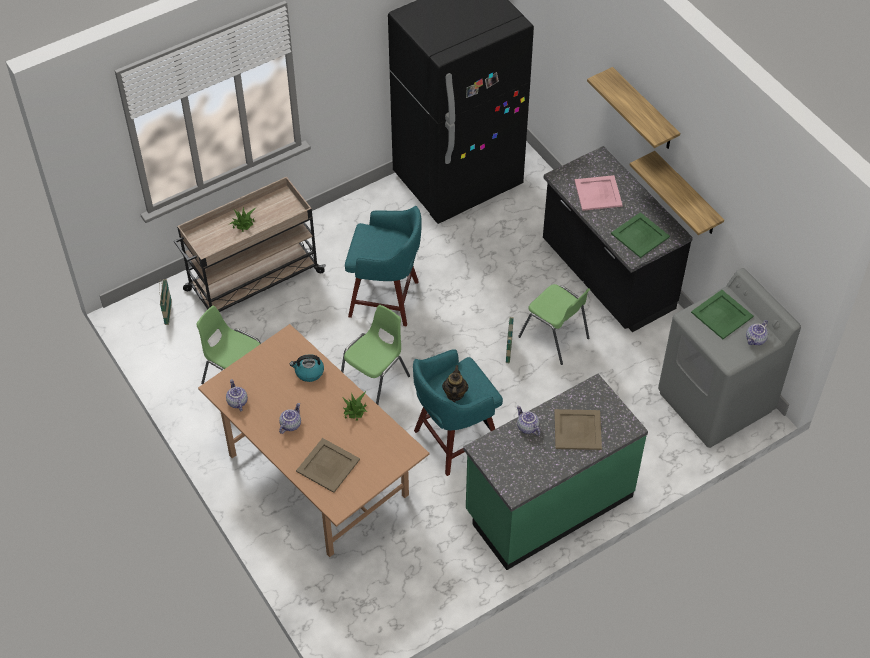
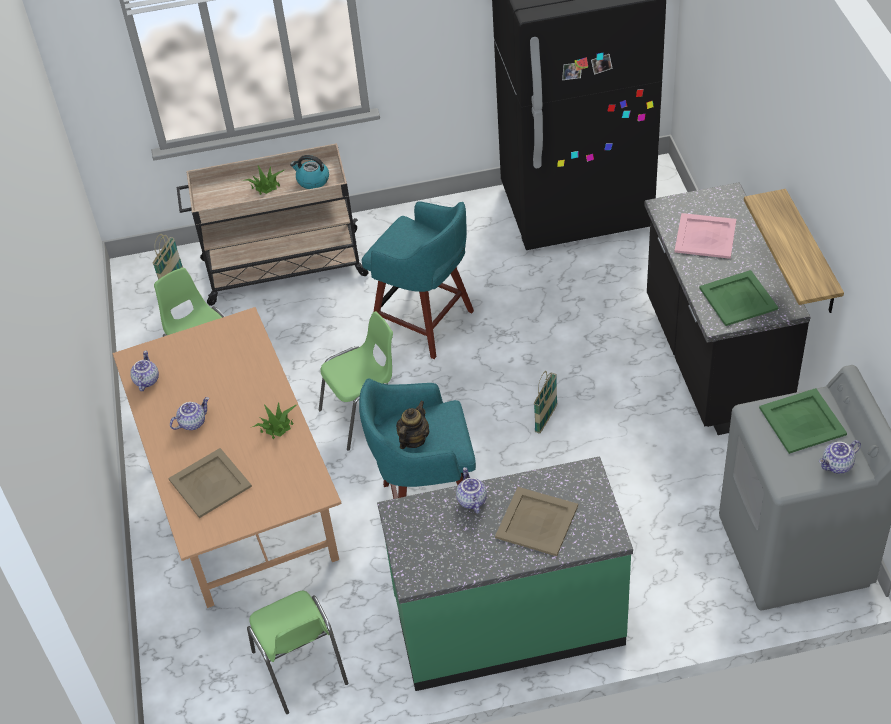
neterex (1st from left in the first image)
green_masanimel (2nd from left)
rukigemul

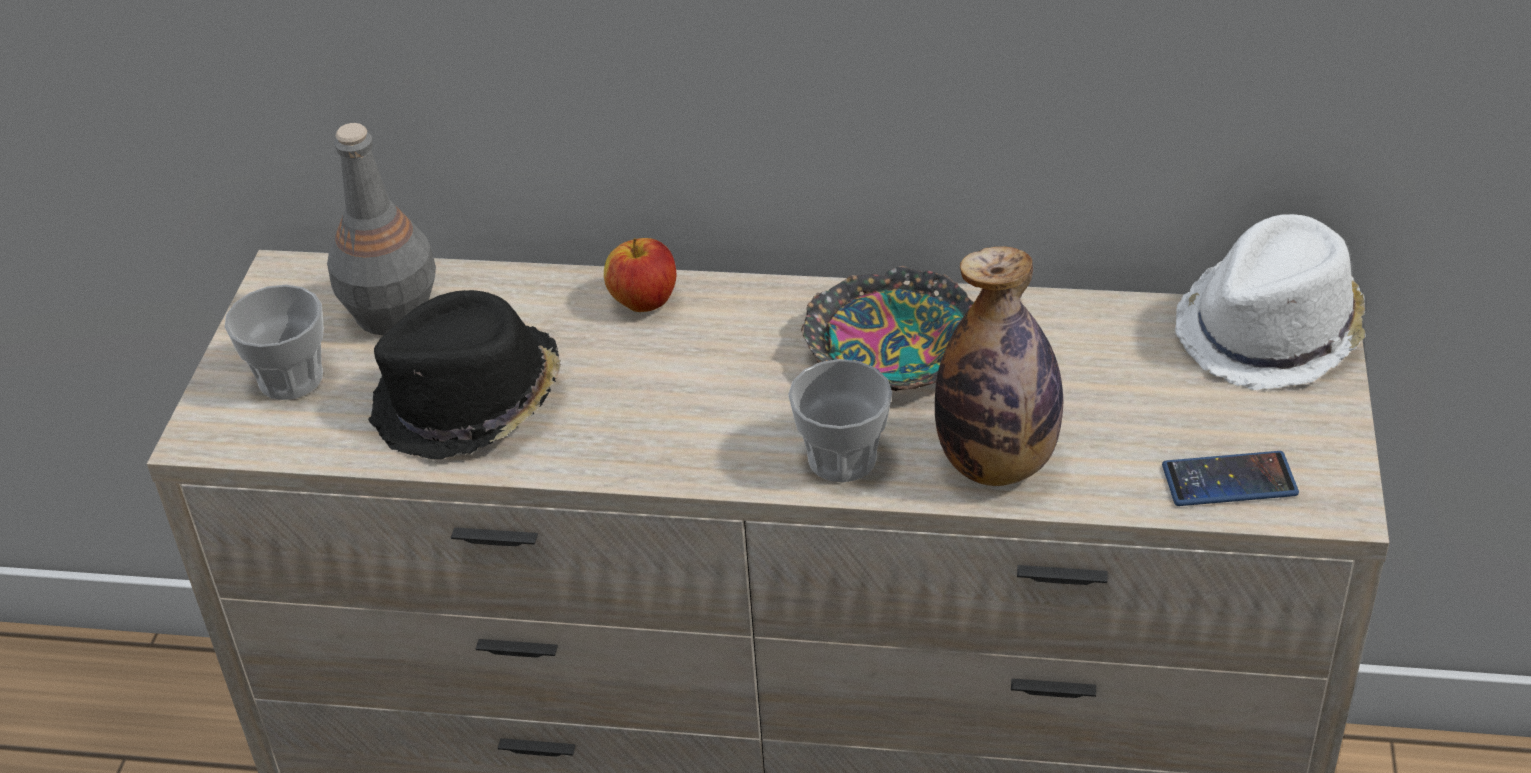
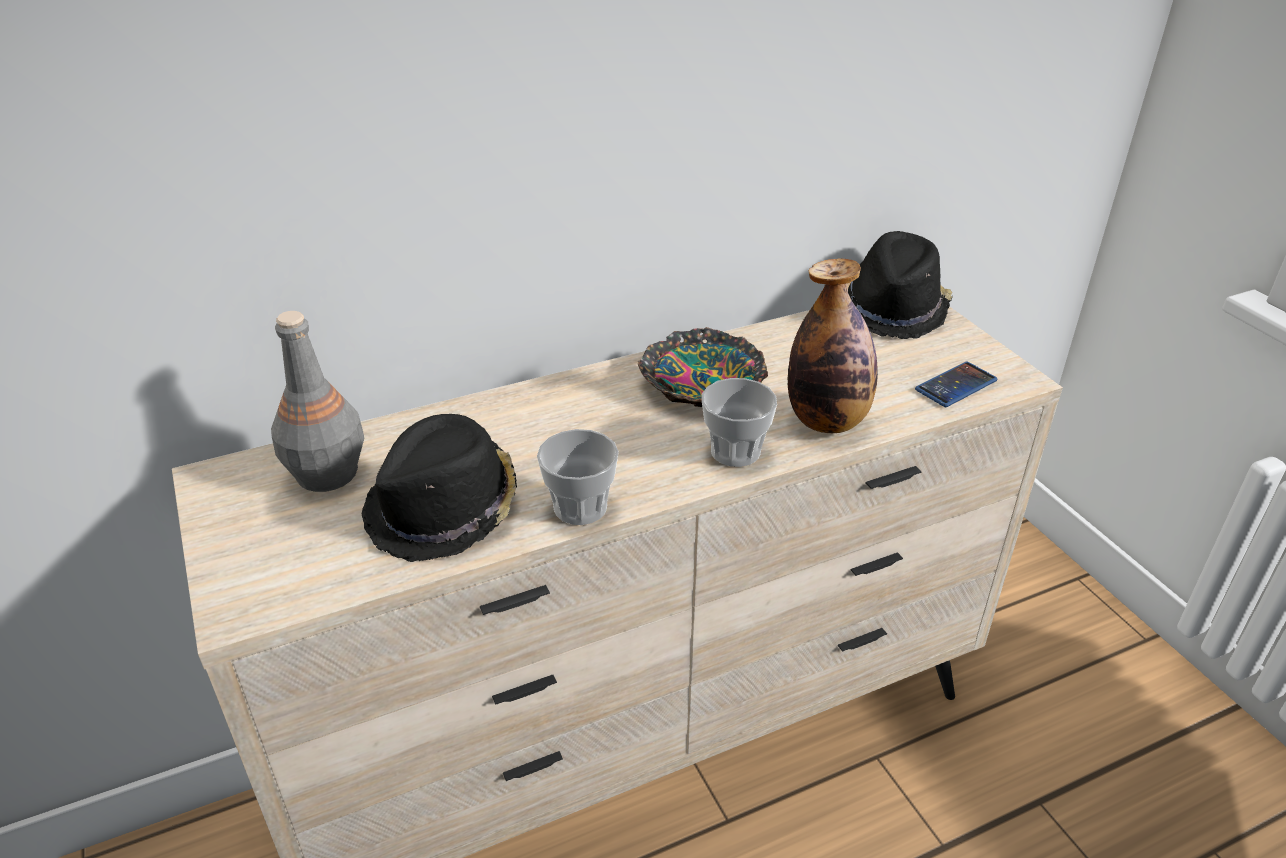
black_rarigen (2nd from left)
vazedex
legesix (1st from left)

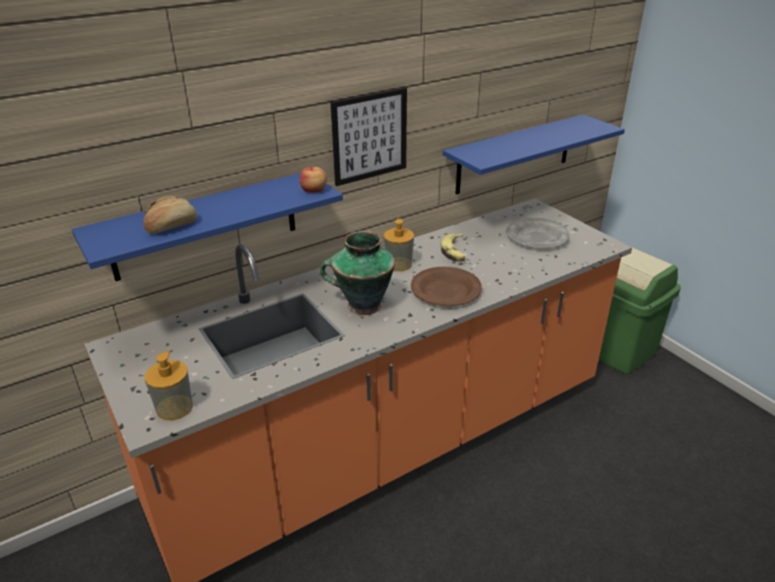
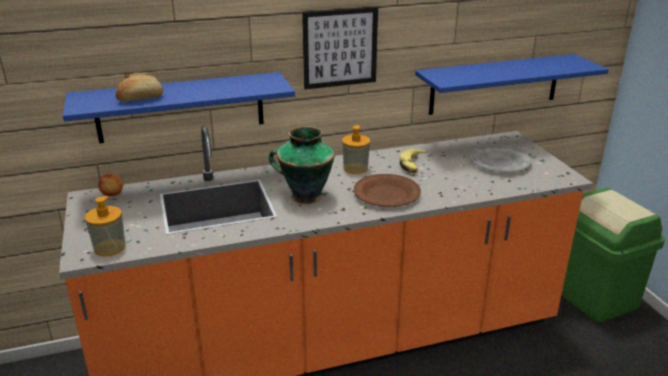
vazedex

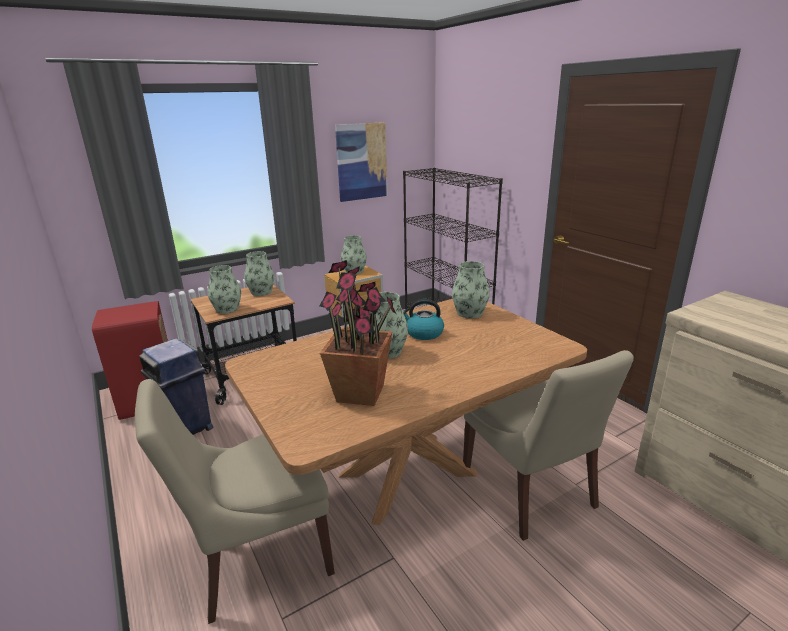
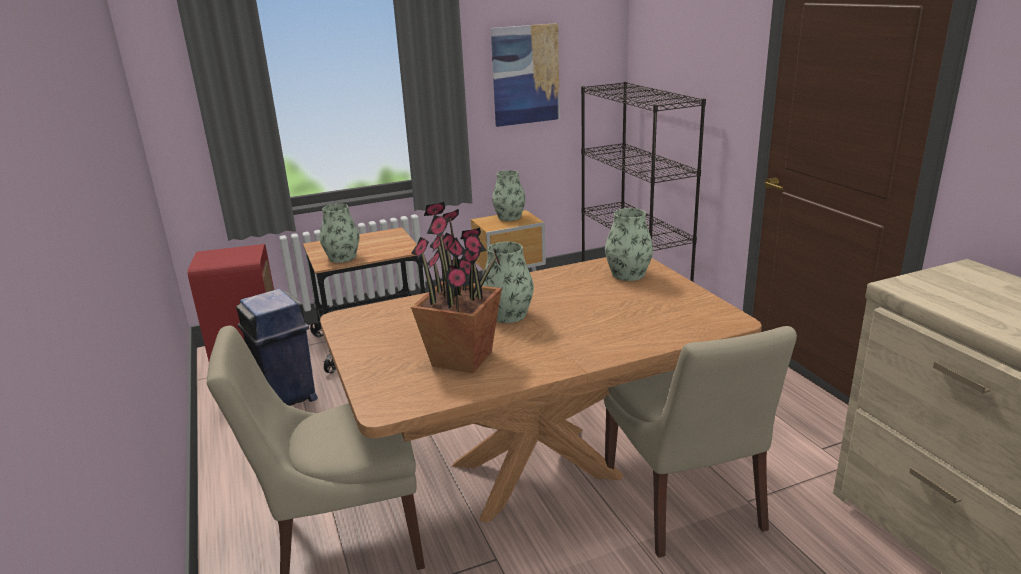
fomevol (2nd from left in the first image)
rukigemul

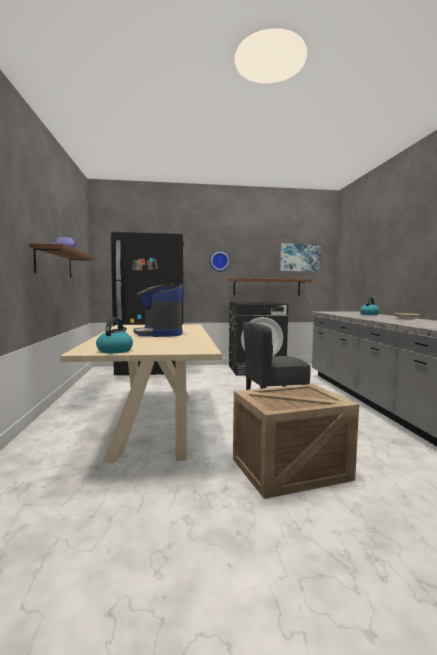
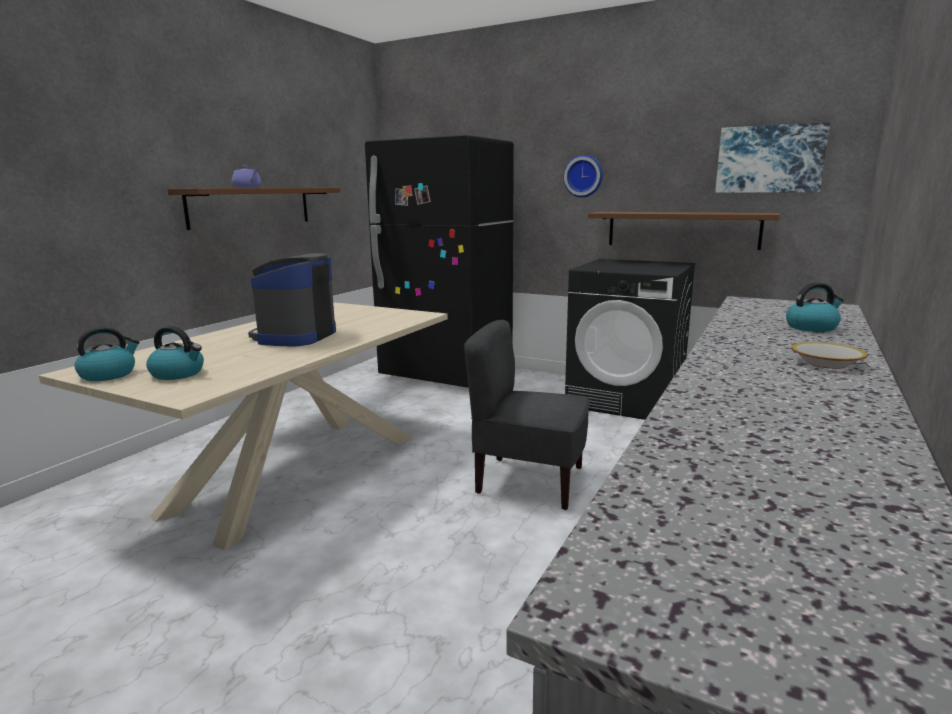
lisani
rukigemul (2nd from left)

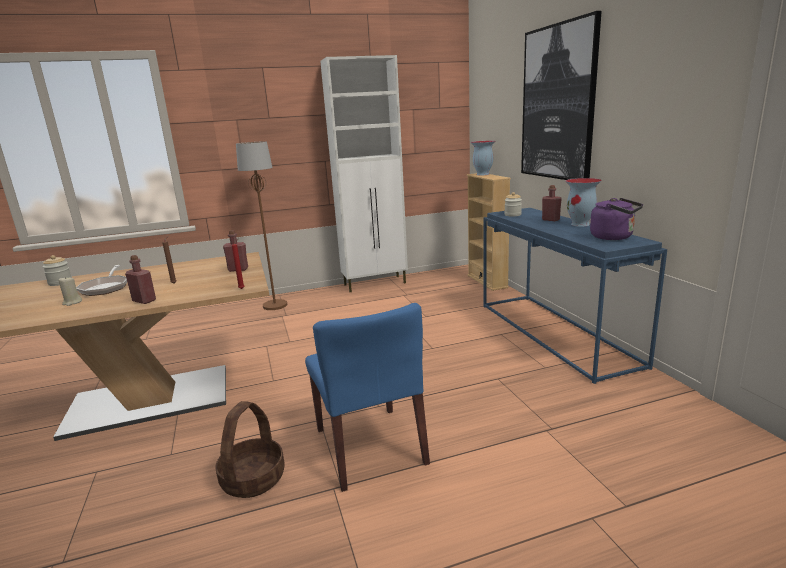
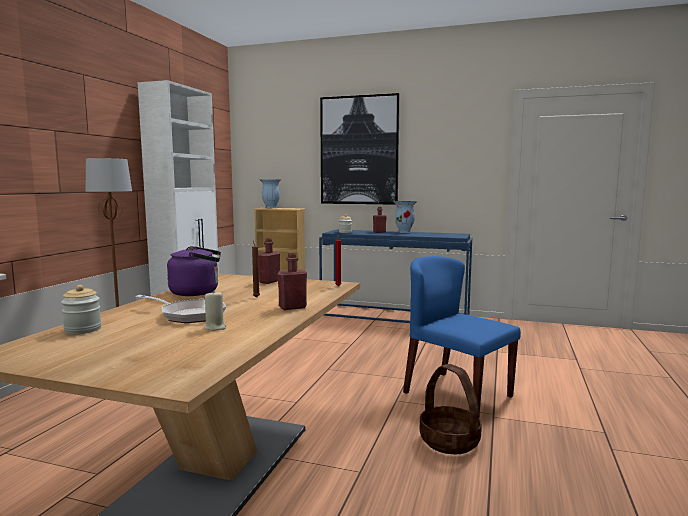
purple_rukigemul
blue_masanimel

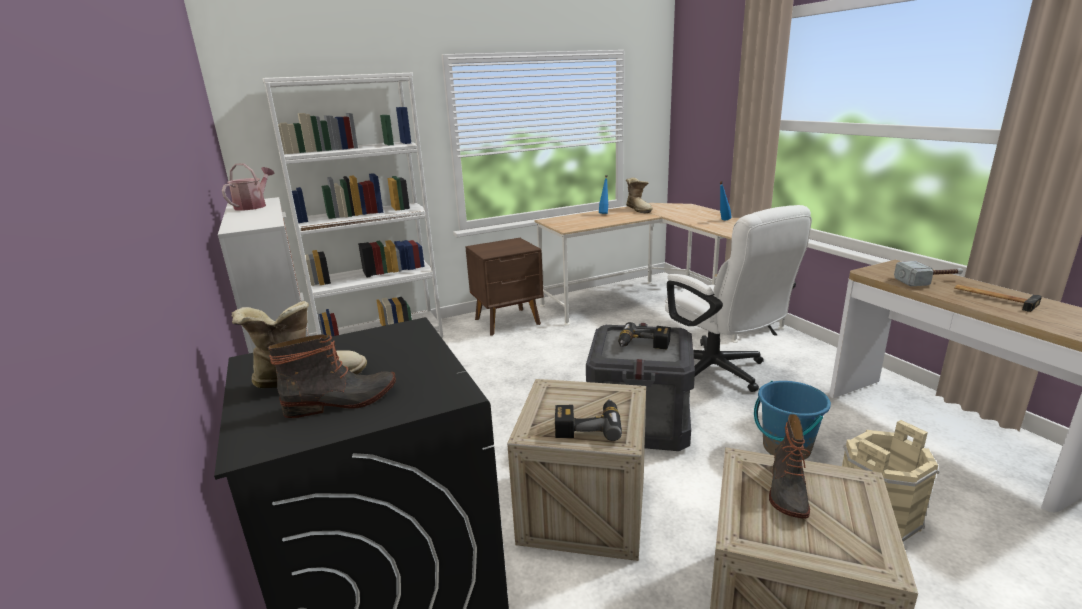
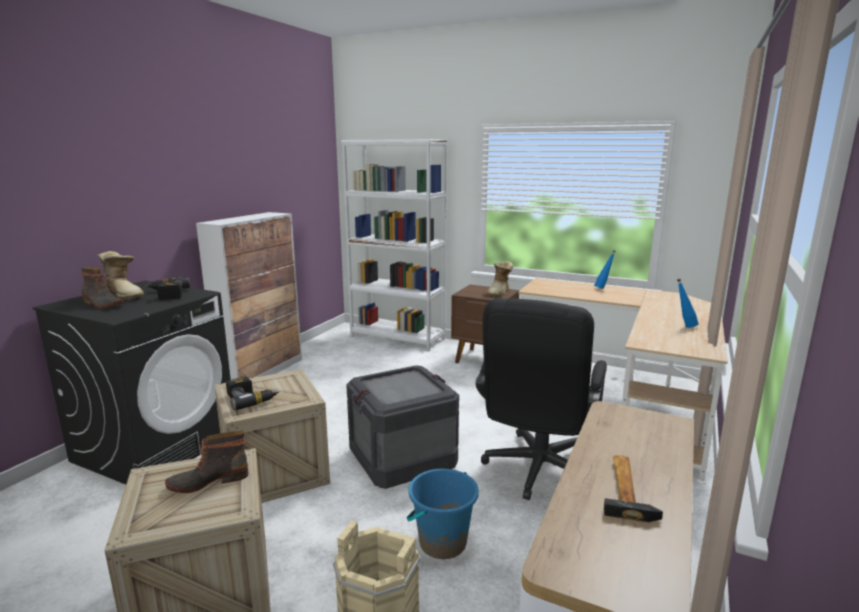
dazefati
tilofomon (4th from left)
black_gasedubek
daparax (1st from left in the first image)
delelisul (1st from left)

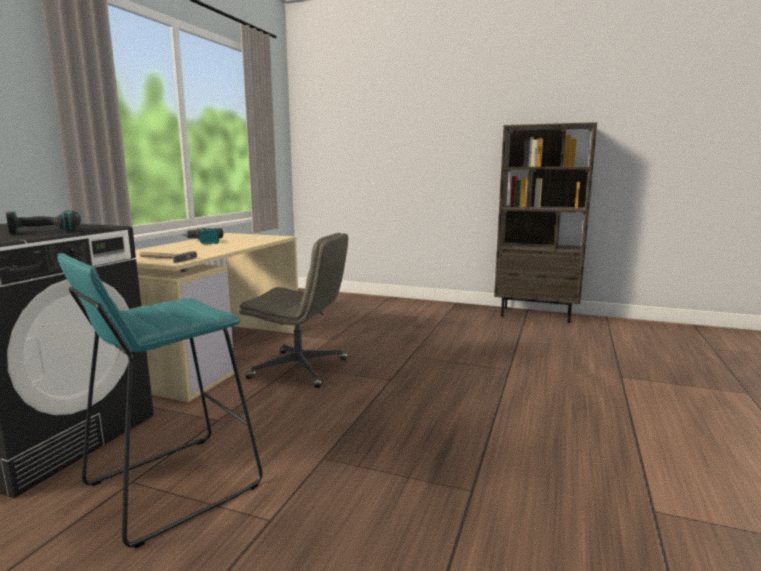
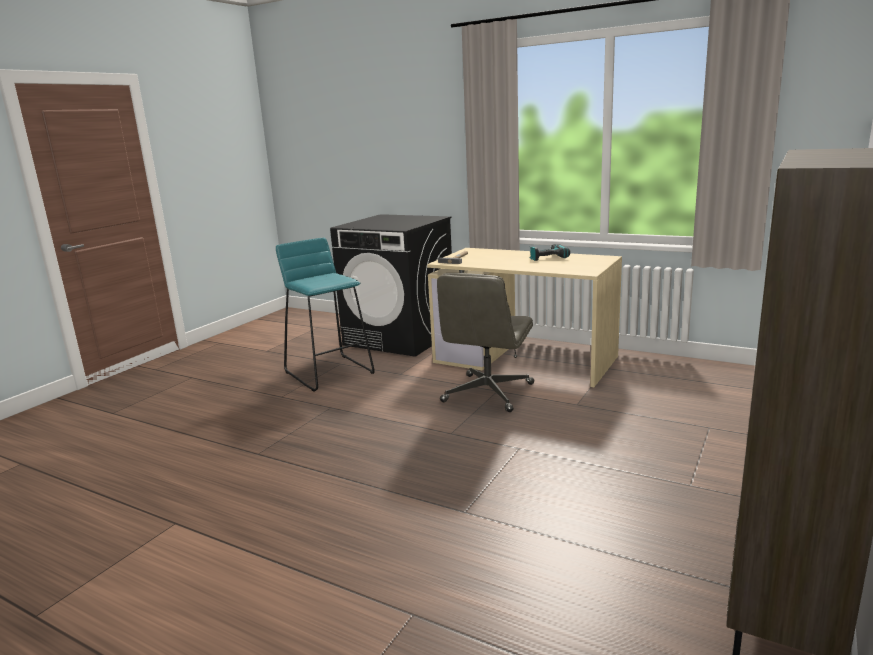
delelisul (1st from left in the first image)

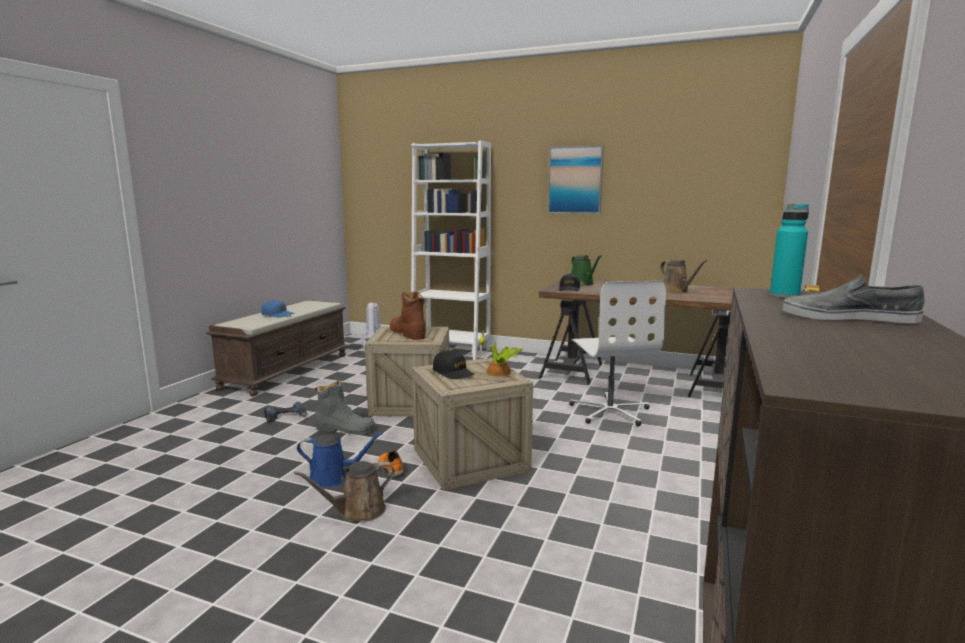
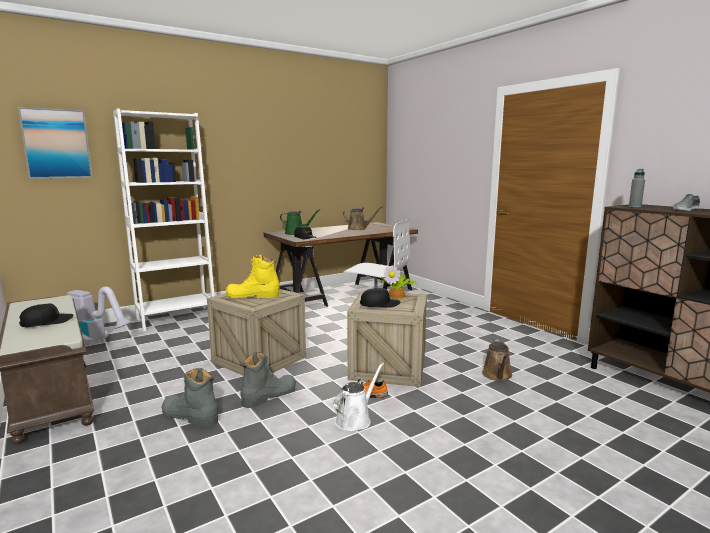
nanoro
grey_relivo
yellow_tilofomon
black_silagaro (1st from left)
grey_tilofomon (1st from left)
white_dazefati
brown_dazefati (2nd from left)

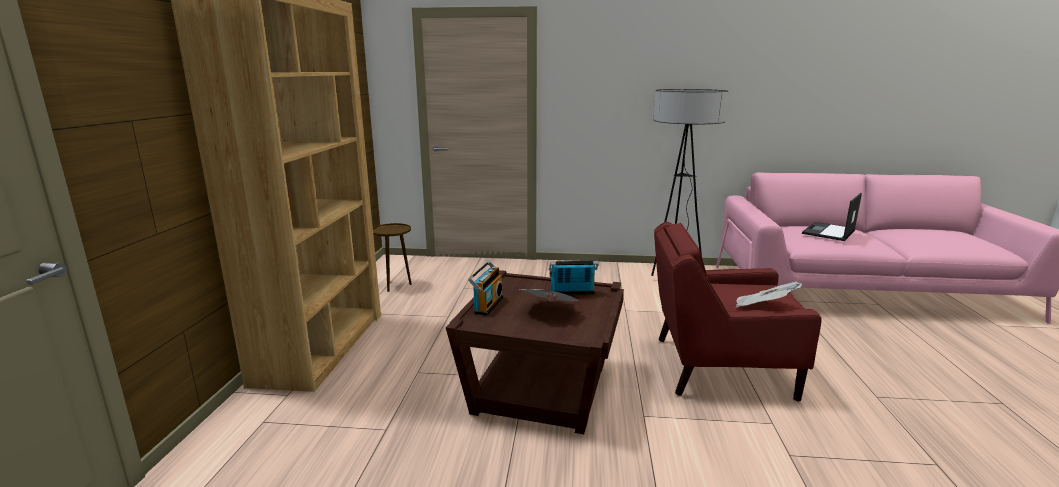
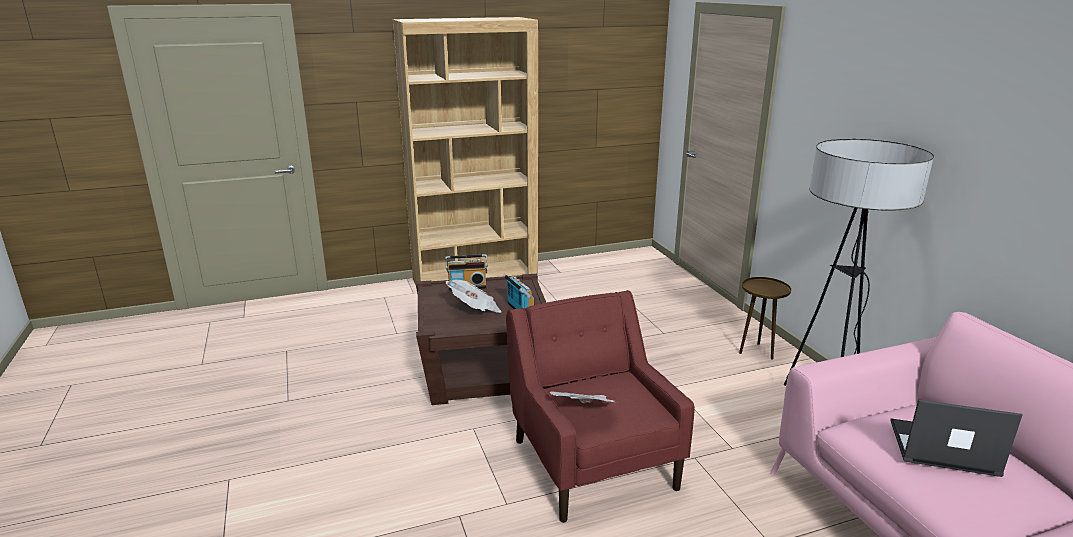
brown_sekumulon (2nd from left)

